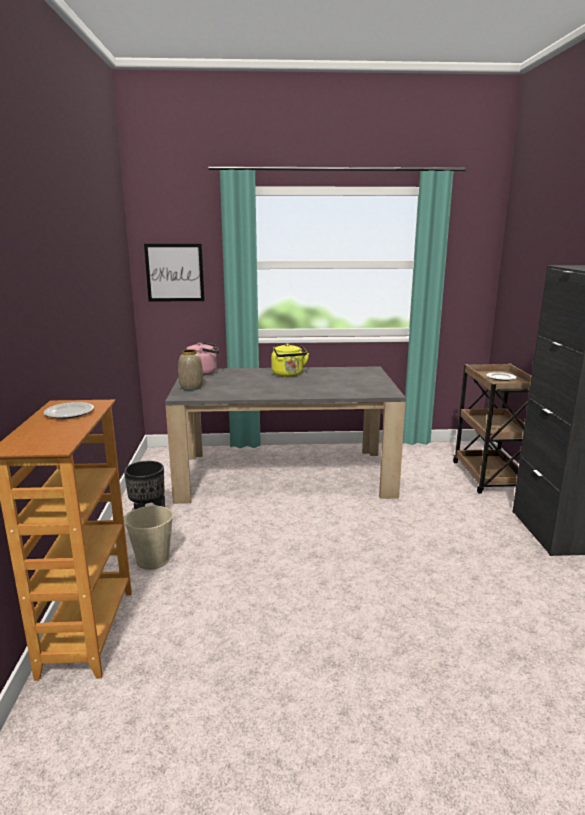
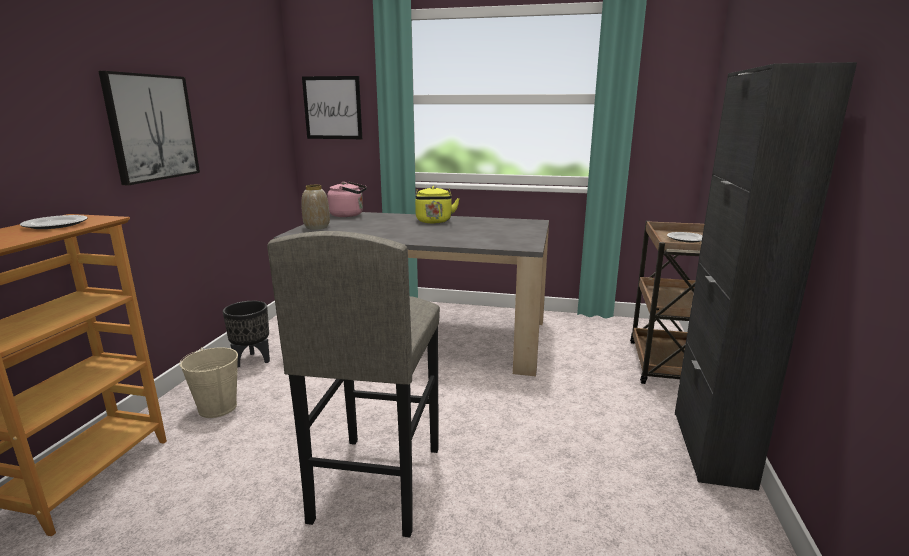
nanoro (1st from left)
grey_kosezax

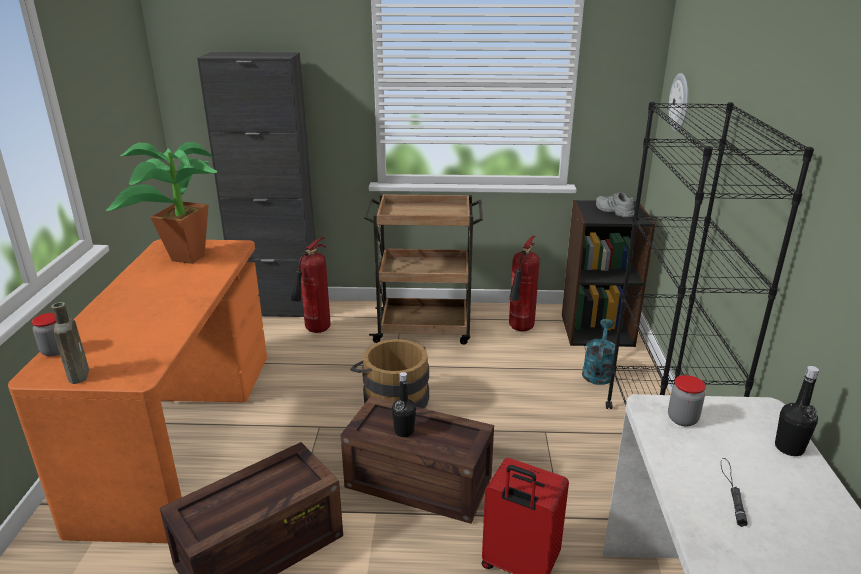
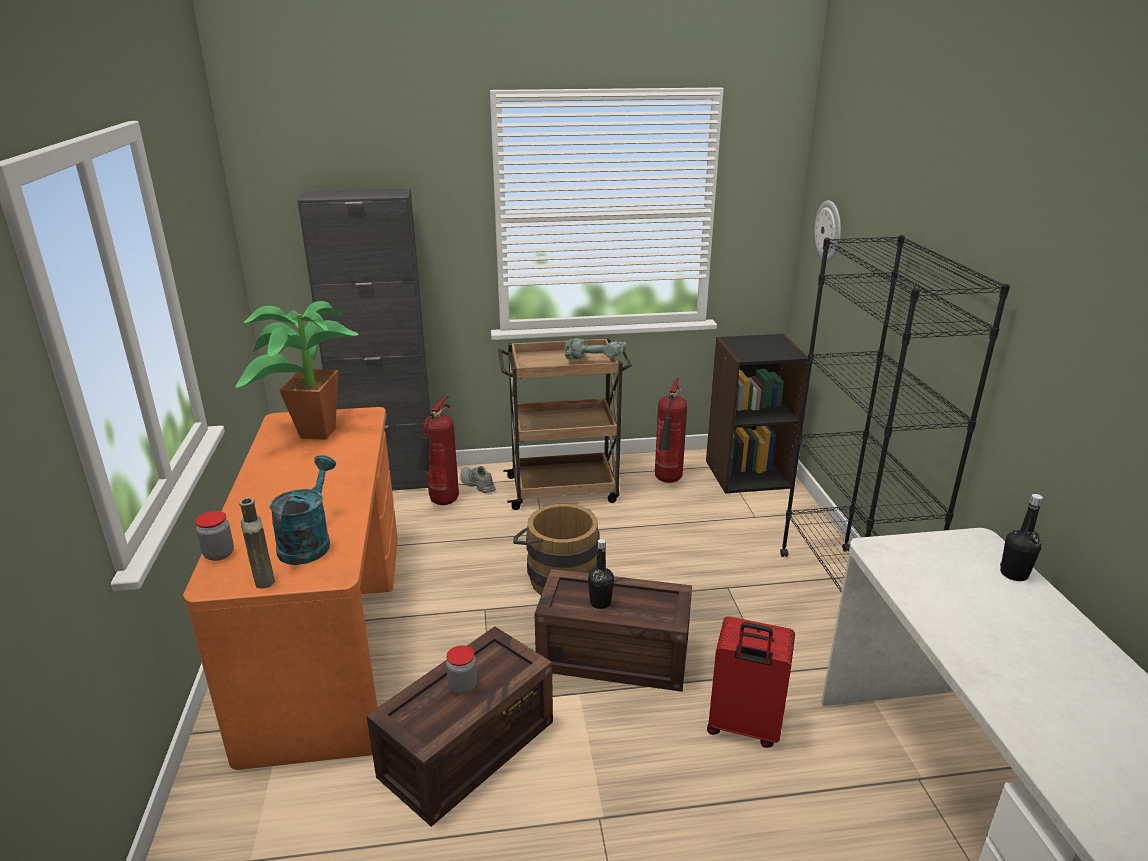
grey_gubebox
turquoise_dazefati
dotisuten (2nd from left)
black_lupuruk
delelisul

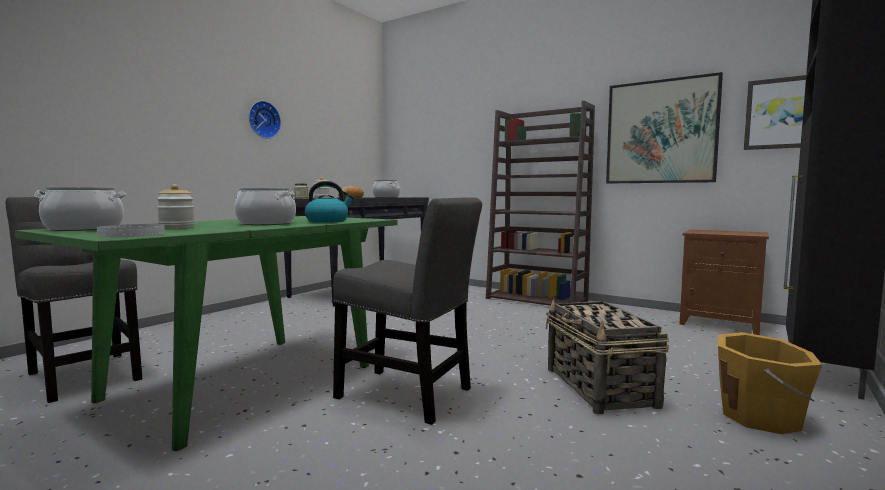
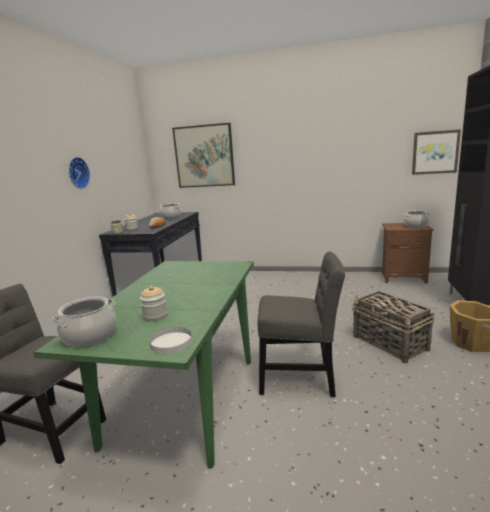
nanoro (1st from left)
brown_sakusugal
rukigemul
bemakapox (3rd from left)

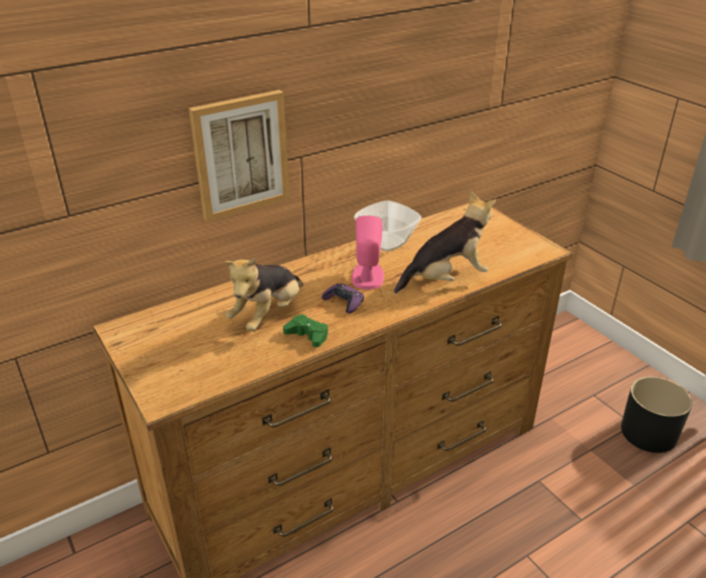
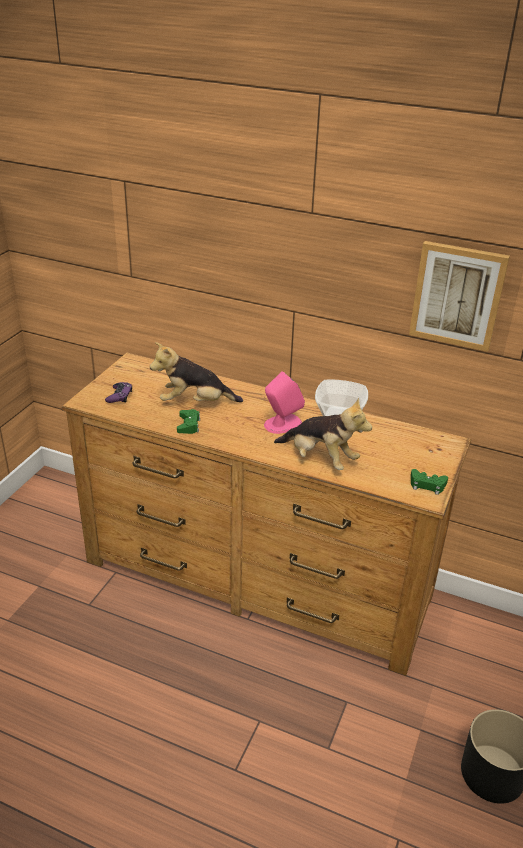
nanoro
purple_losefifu
green_losefifu (2nd from left)

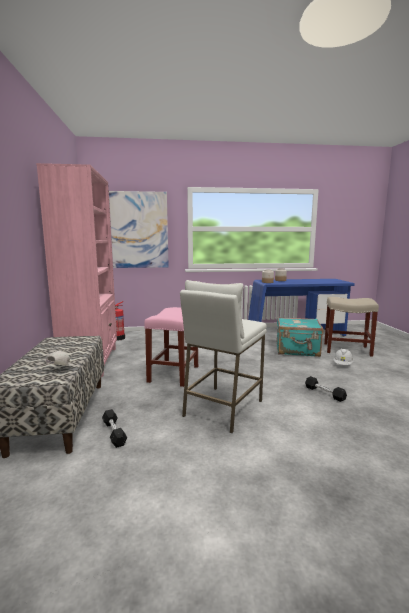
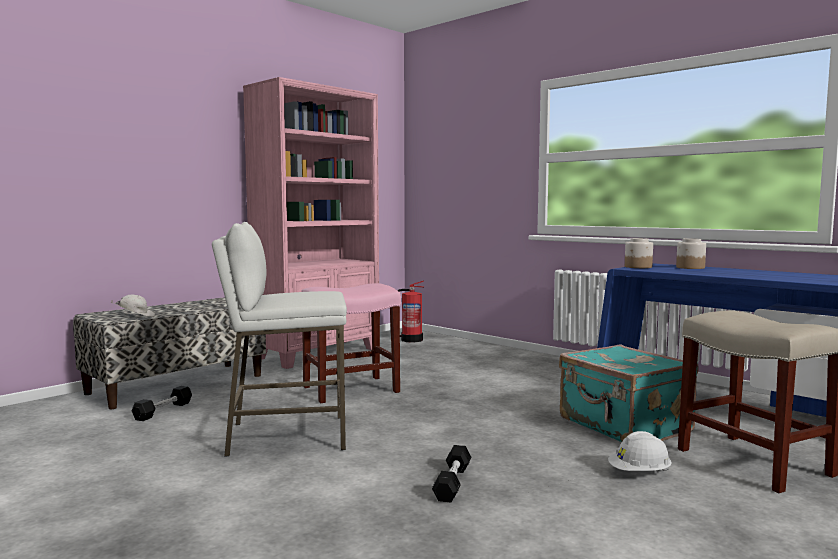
nanoro

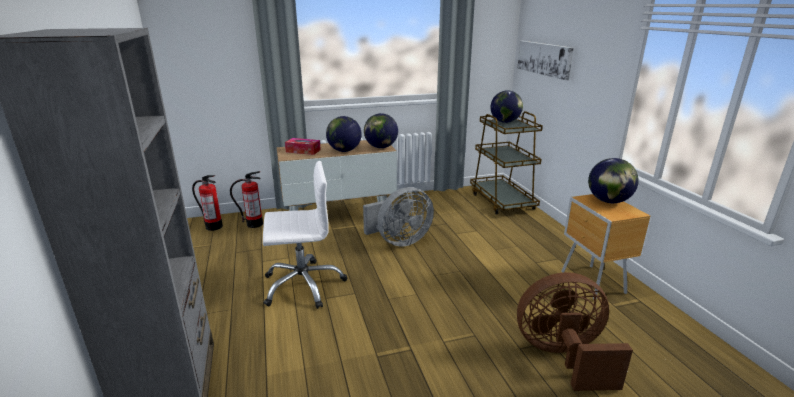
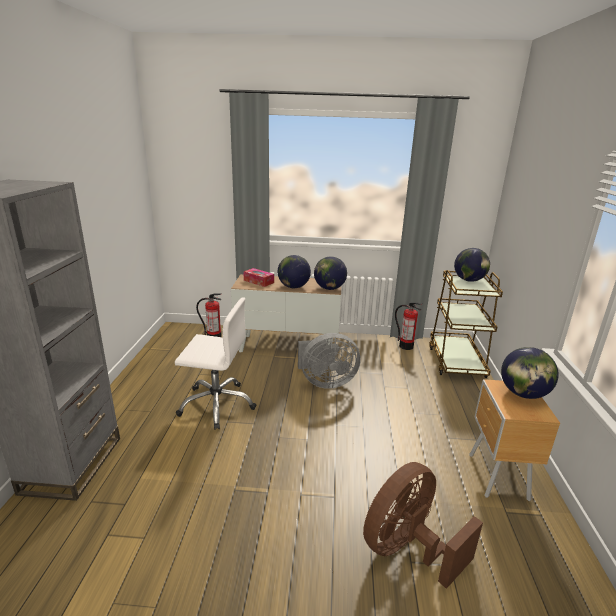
nanoro
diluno (2nd from left)
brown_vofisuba

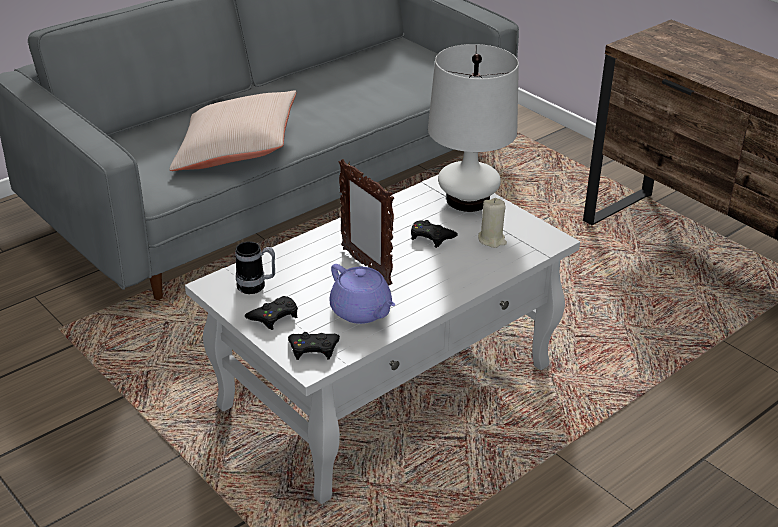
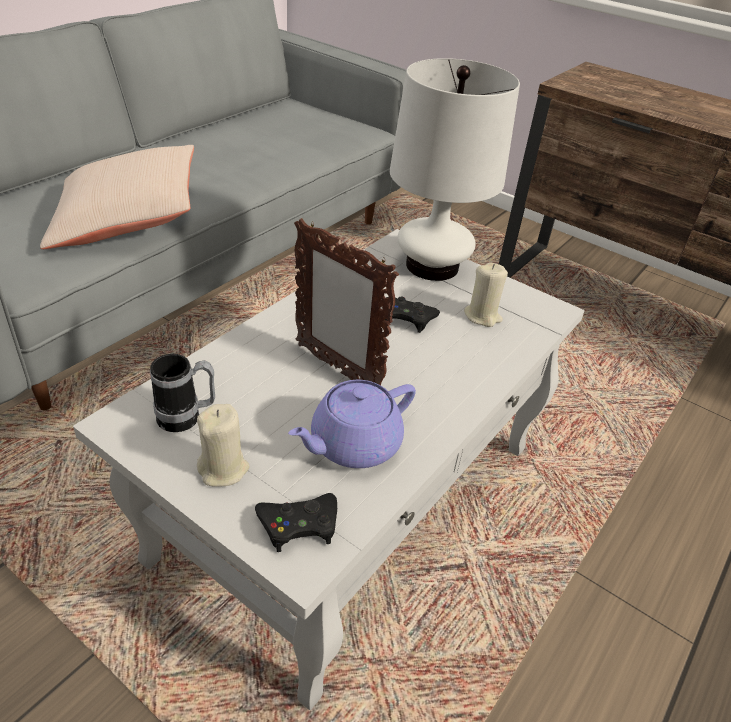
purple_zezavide
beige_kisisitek (1st from left)

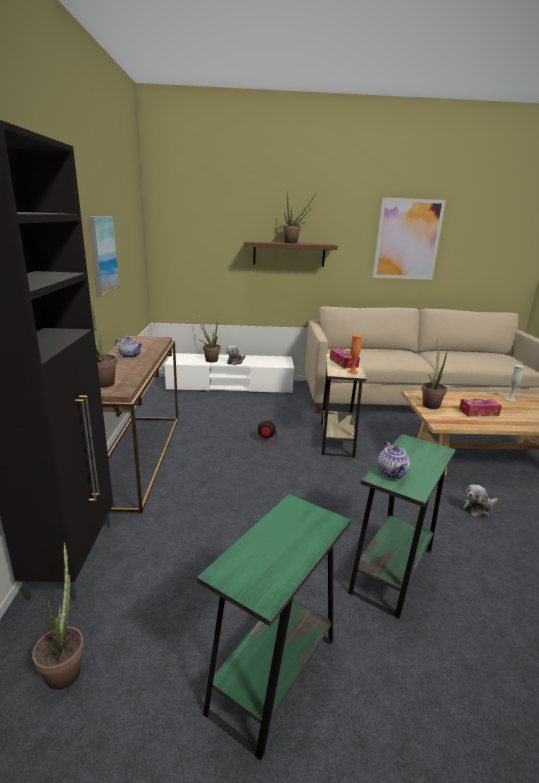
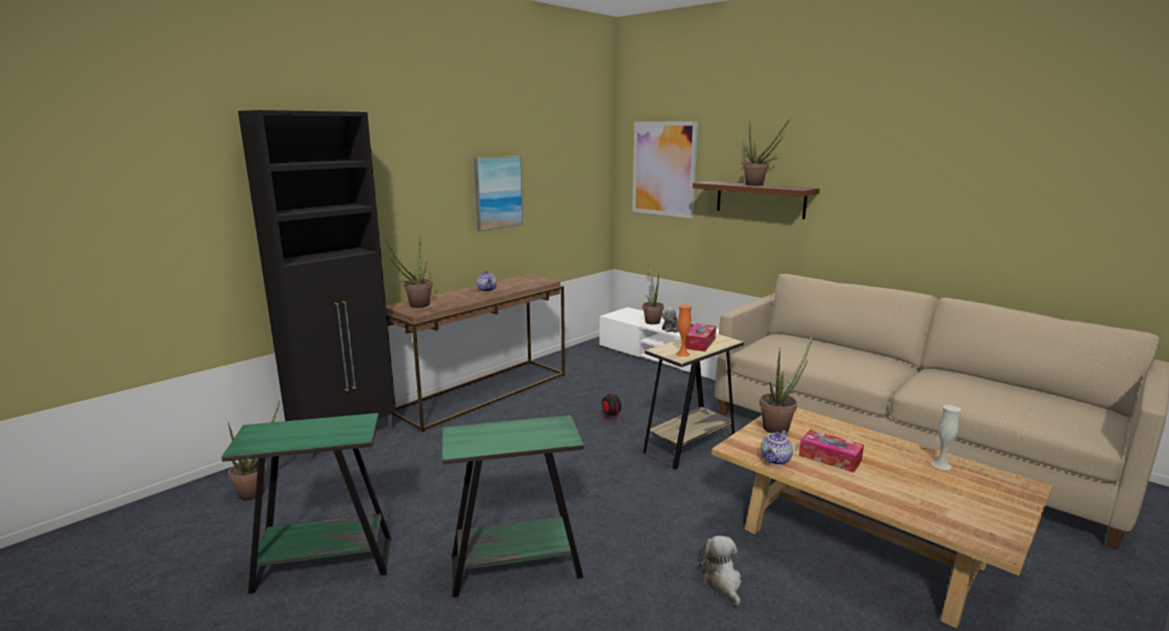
nanoro (2nd from left)
zezavide (2nd from left)
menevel (2nd from left)

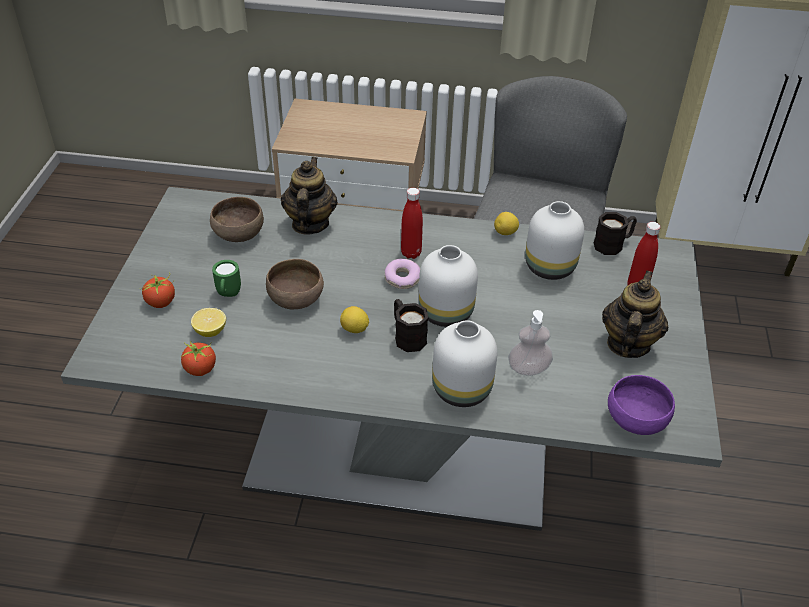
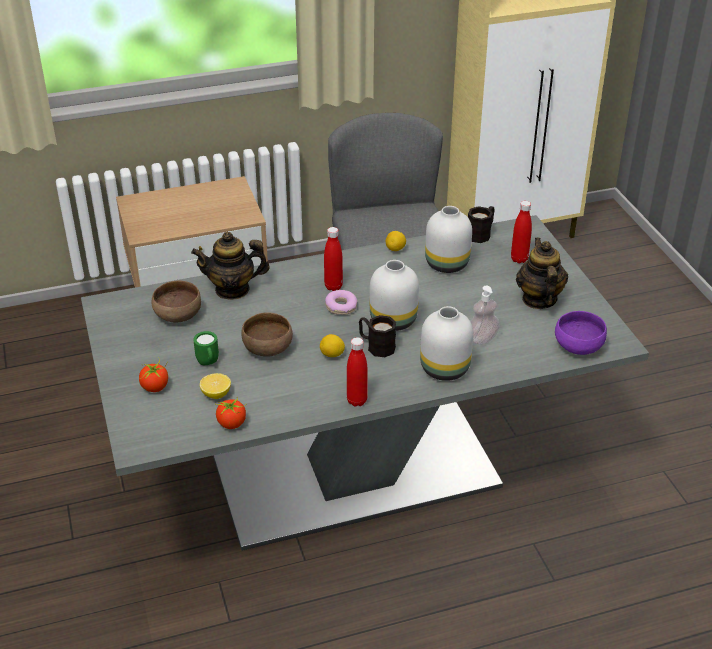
zezavide (1st from left)
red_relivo (2nd from left)

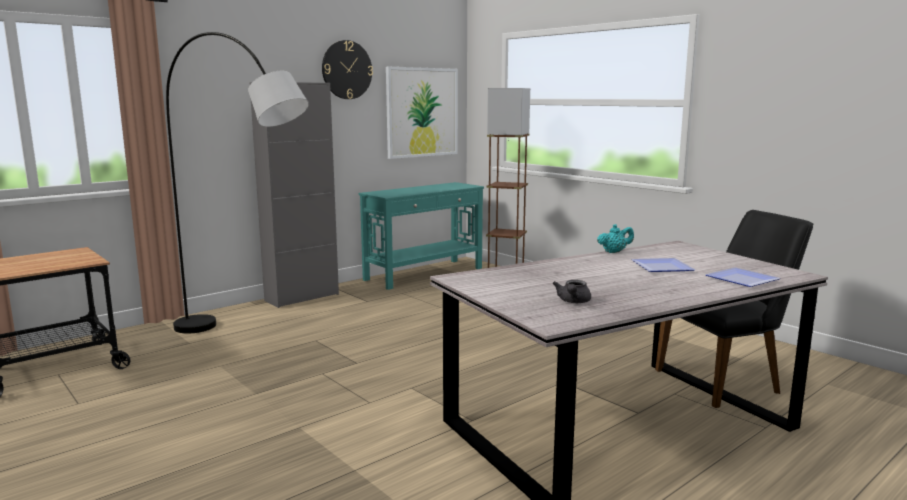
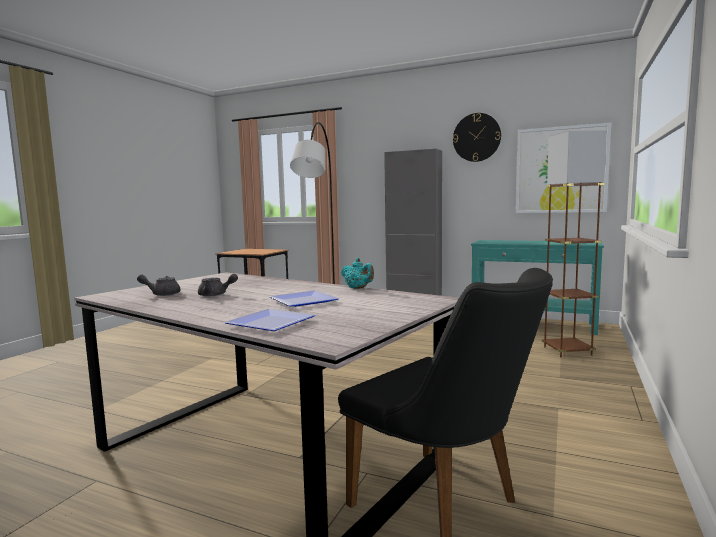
grey_zezavide (2nd from left)

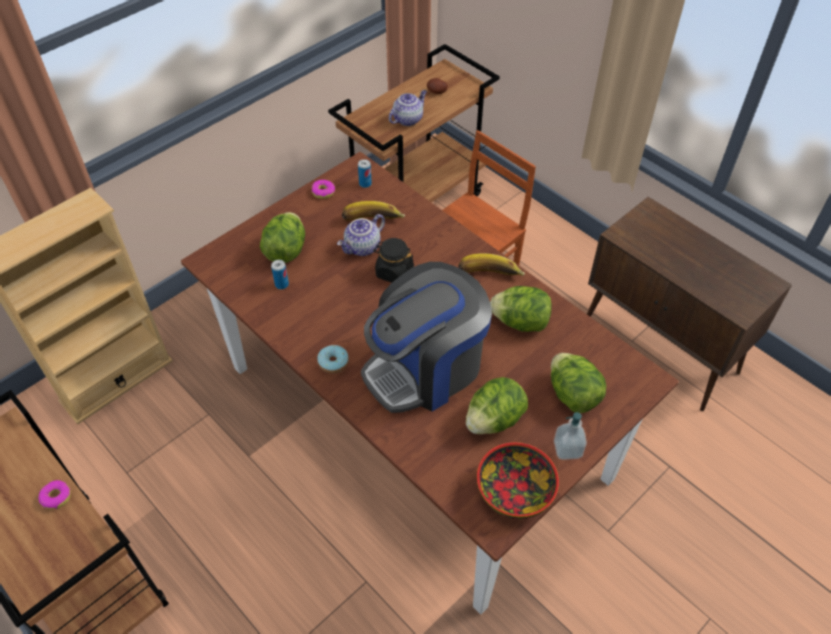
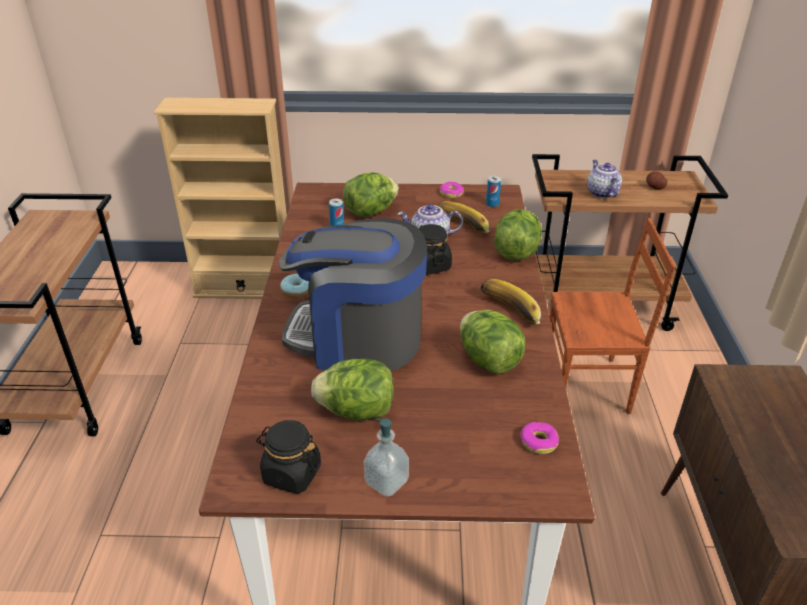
zezavide (2nd from left)
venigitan (4th from left)
black_dotisuten (1st from left)
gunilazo (3rd from left)

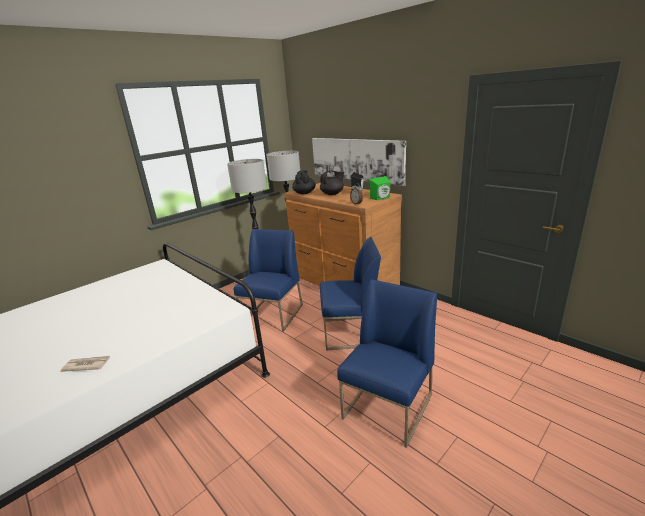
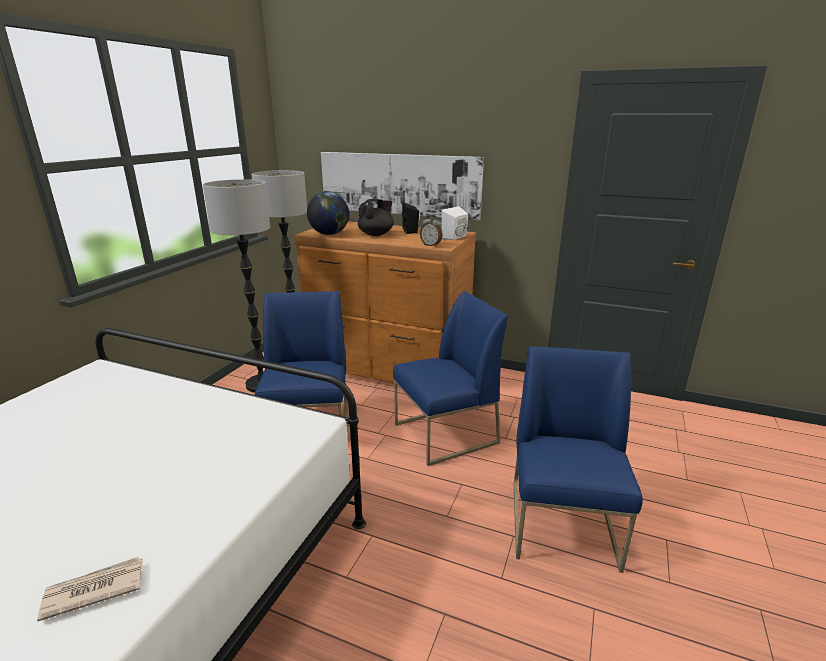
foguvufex
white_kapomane

